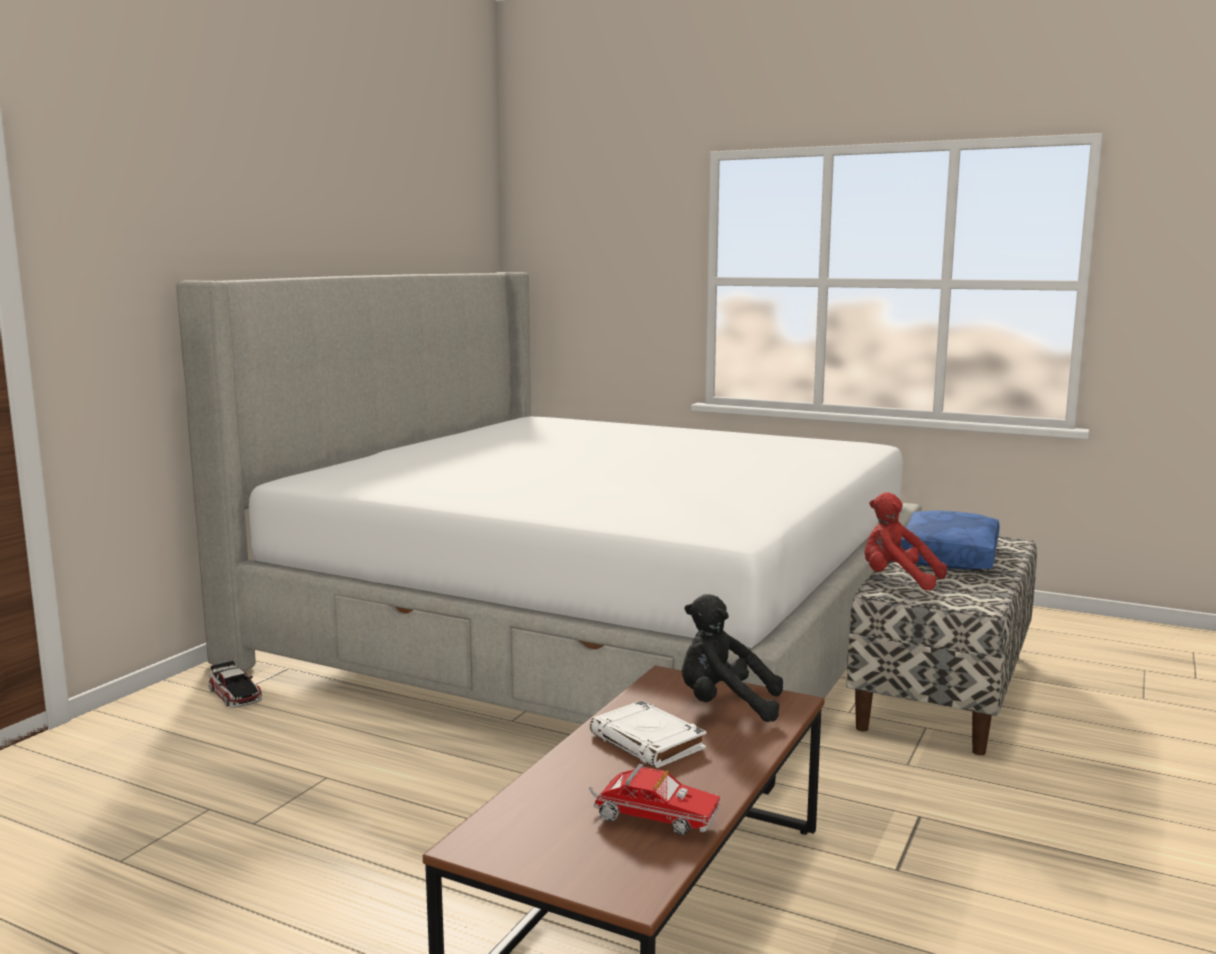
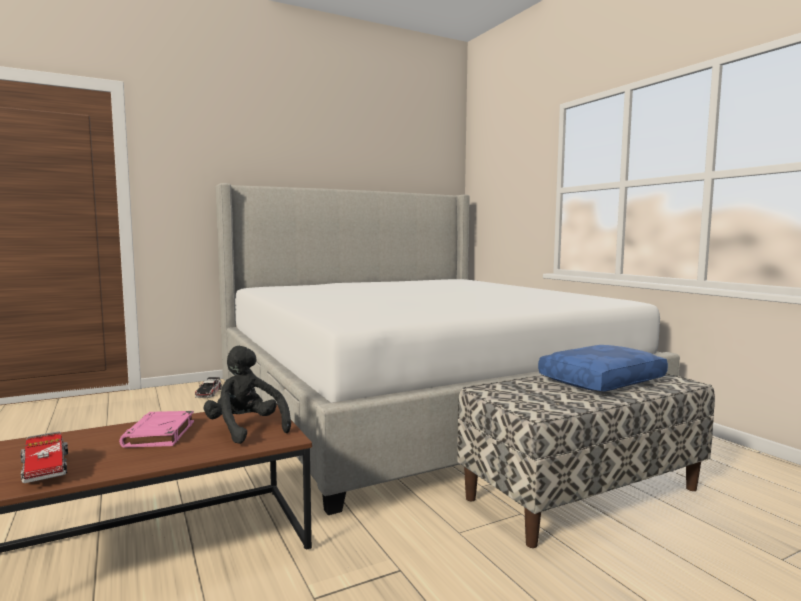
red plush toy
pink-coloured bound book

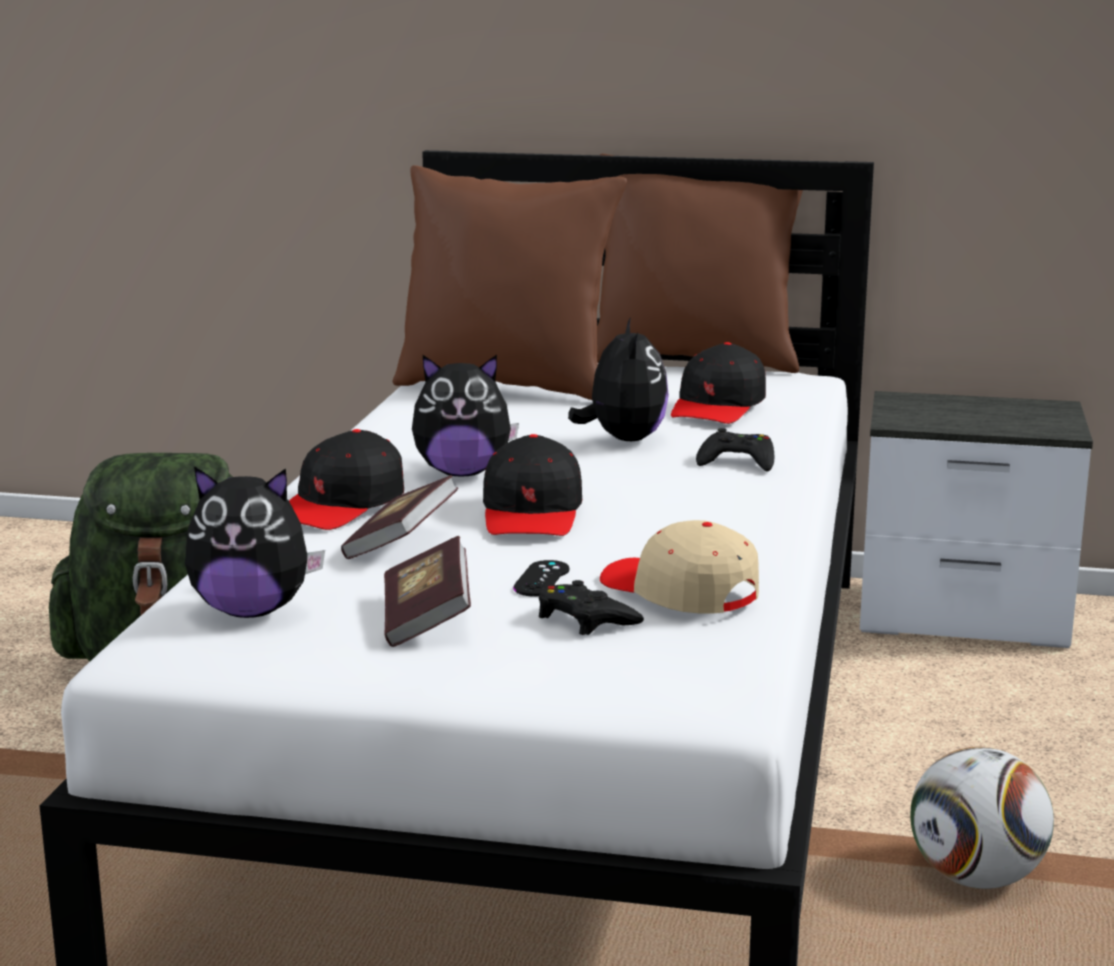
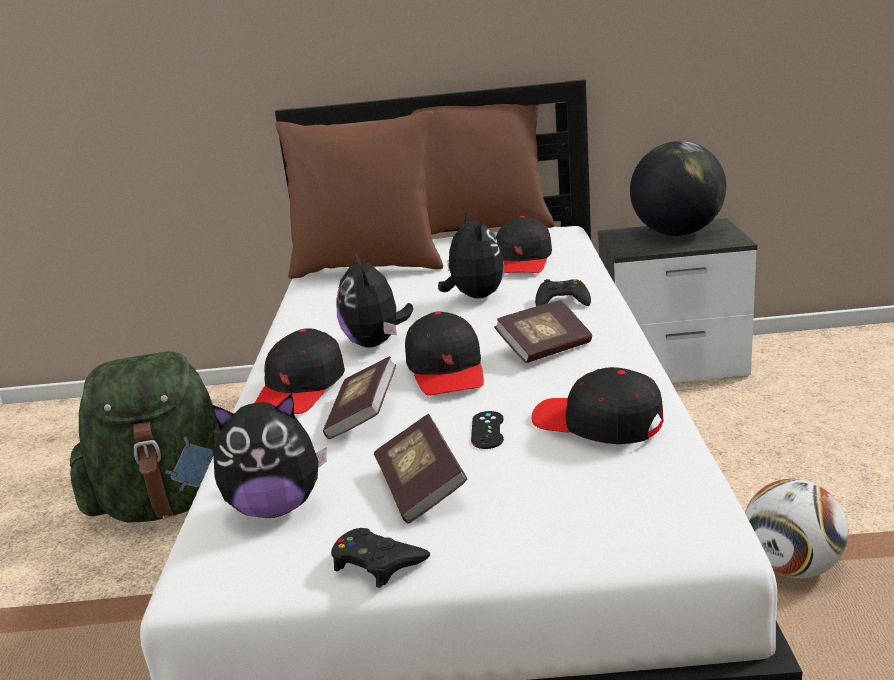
plush toy (no. 2 from left)
blackish baseball cap (no. 4 from left)
blackish game controller (no. 1 from left)
desk globe
bound book (no. 3 from left)

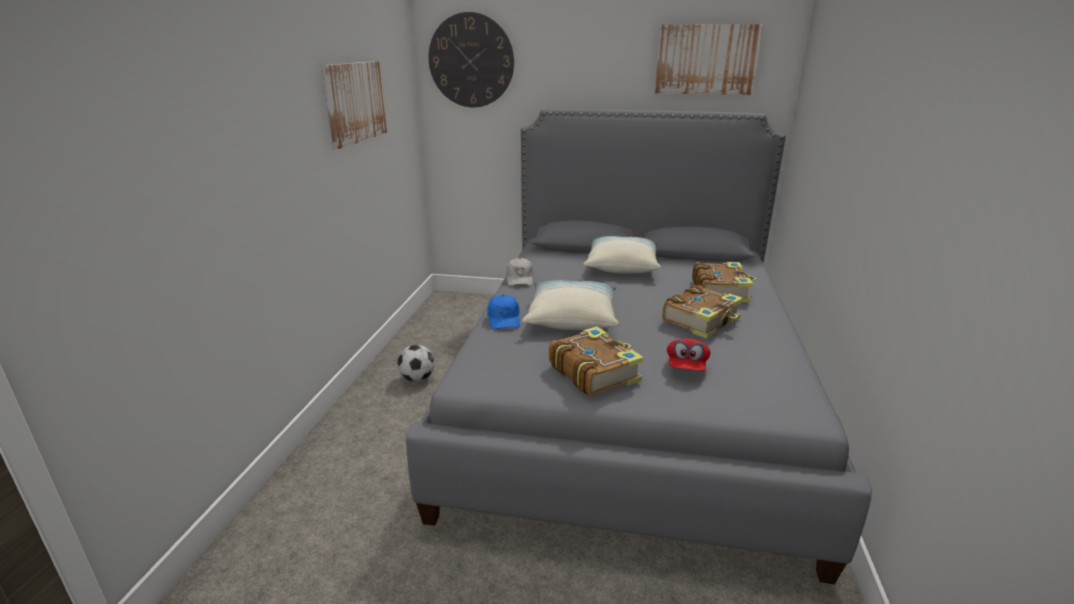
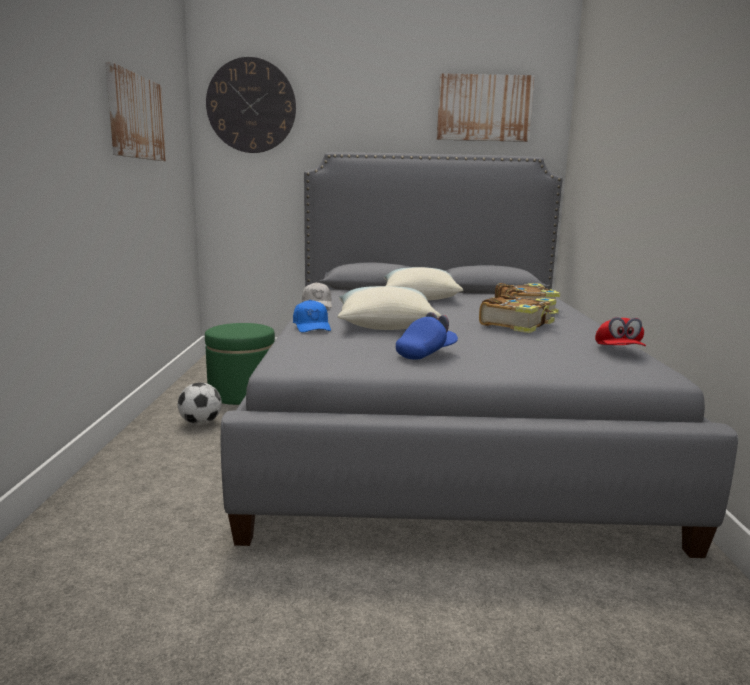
bluish baseball cap (no. 2 from left)
red baseball cap
greenish footrest

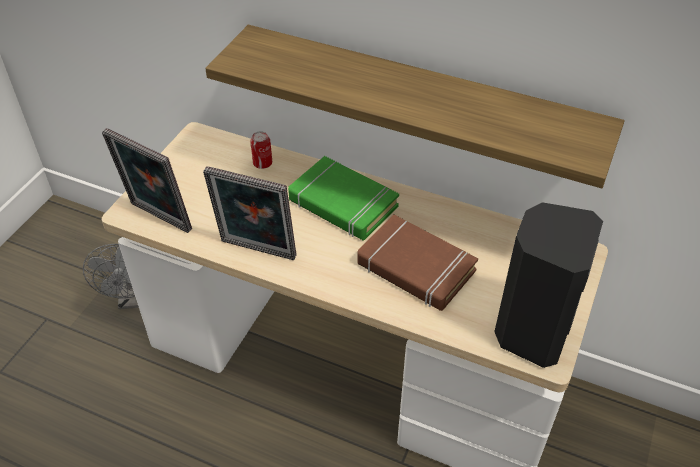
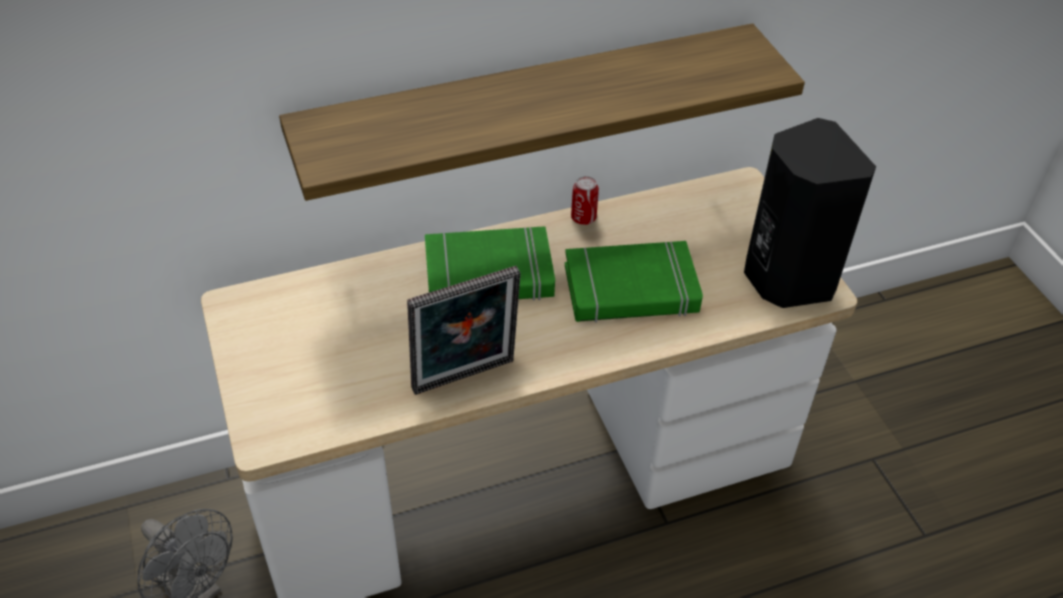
standing frame (no. 1 from left in the first image)
can
greenish bound book (no. 2 from left)

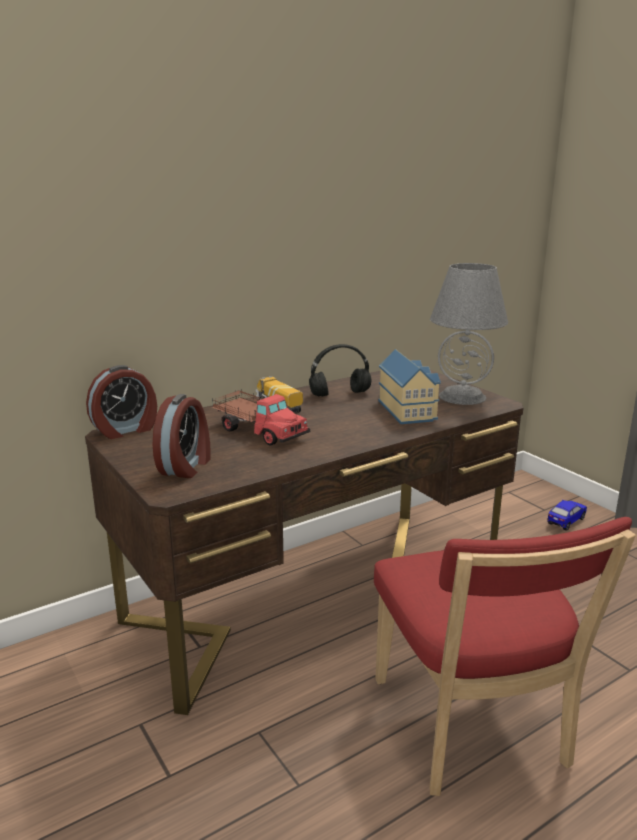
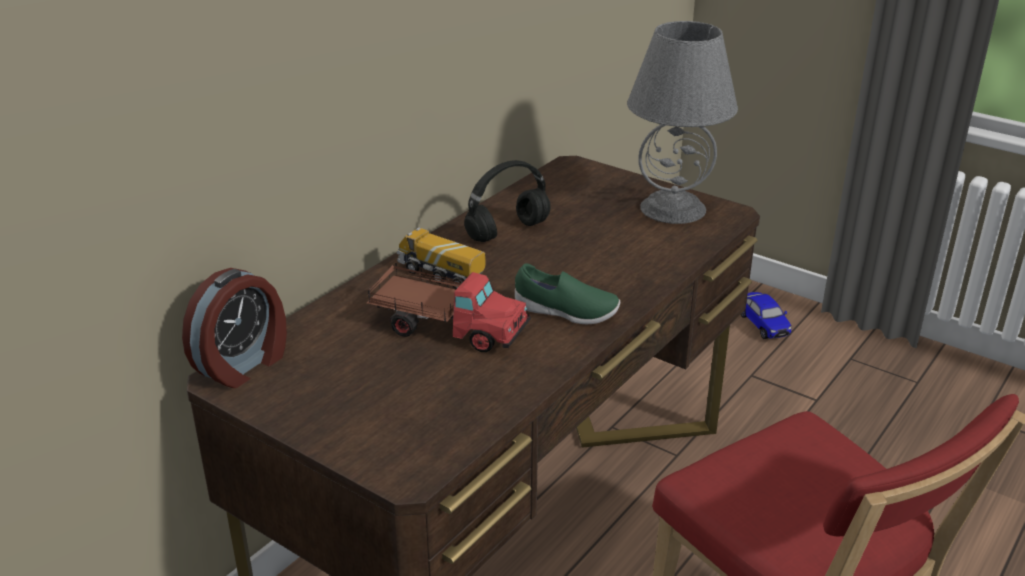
toy house
alarm clock (no. 2 from left in the first image)
toy car
greenish low shoe

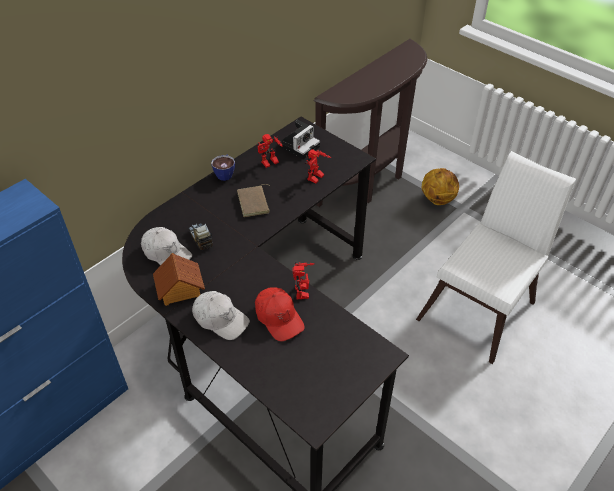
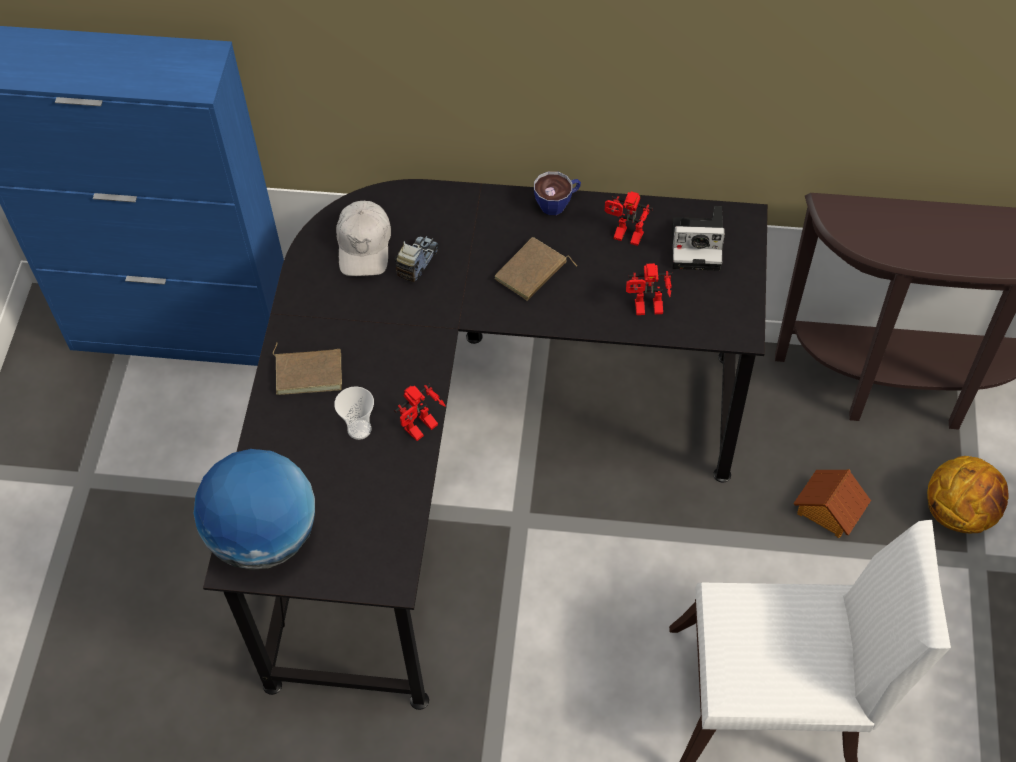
toy house
small cup (no. 1 from left)
brown-coloured bound book (no. 1 from left)
desk globe

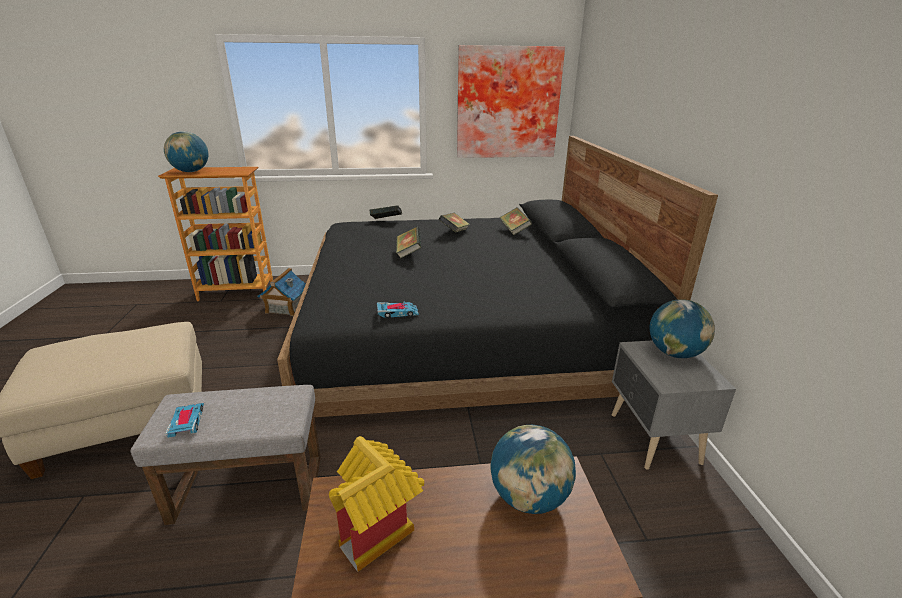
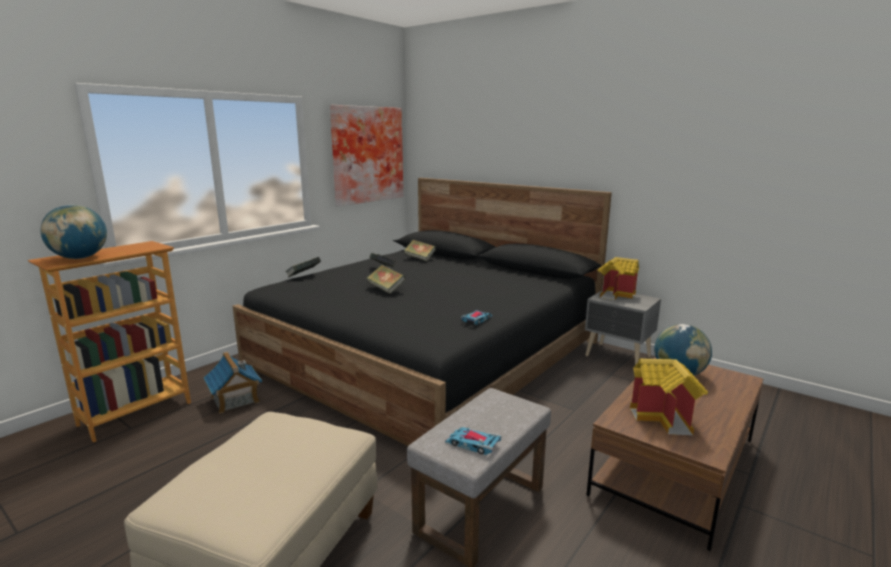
toy house (no. 2 from left)

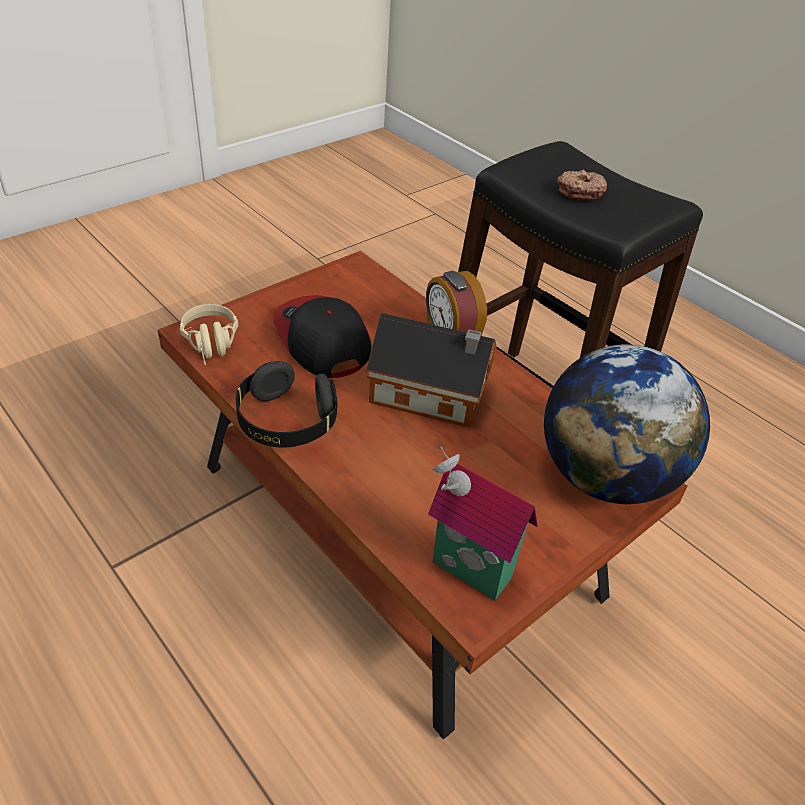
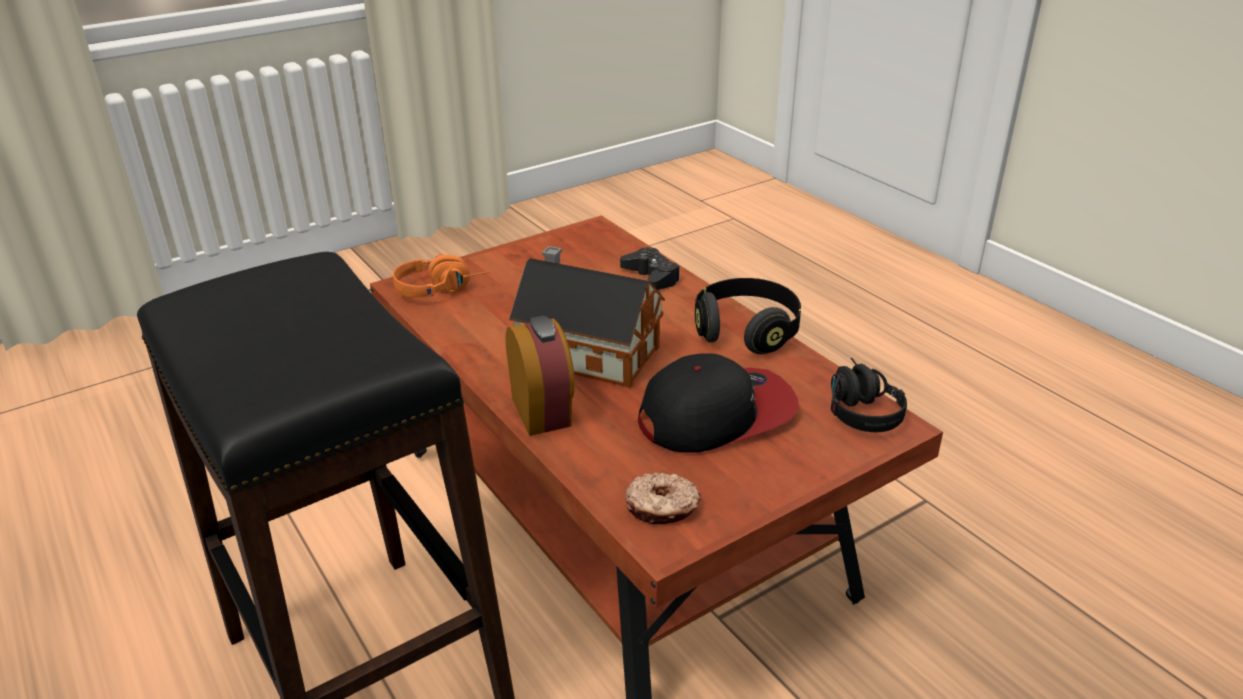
doughnut
baseball cap
blackish pair of headphones (no. 2 from left)
orange pair of headphones
toy house (no. 2 from left in the first image)
blackish game controller

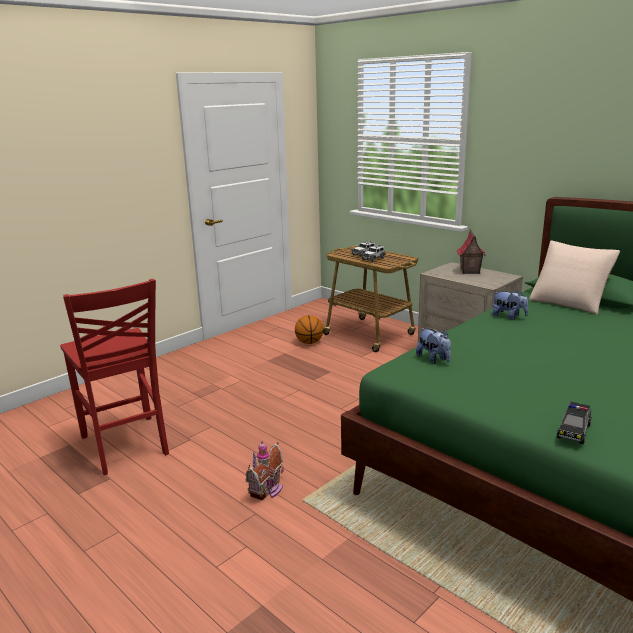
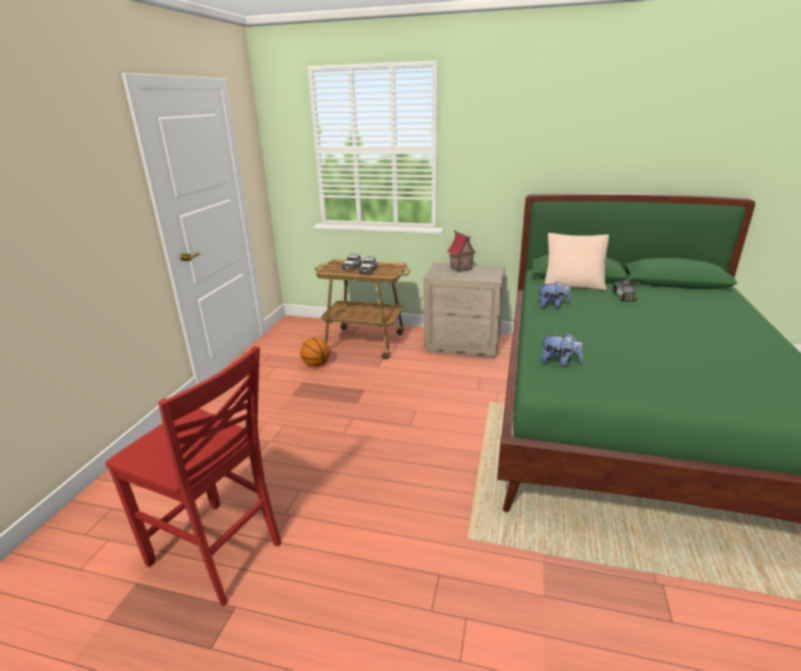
toy car (no. 3 from left)
toy house (no. 1 from left in the first image)

